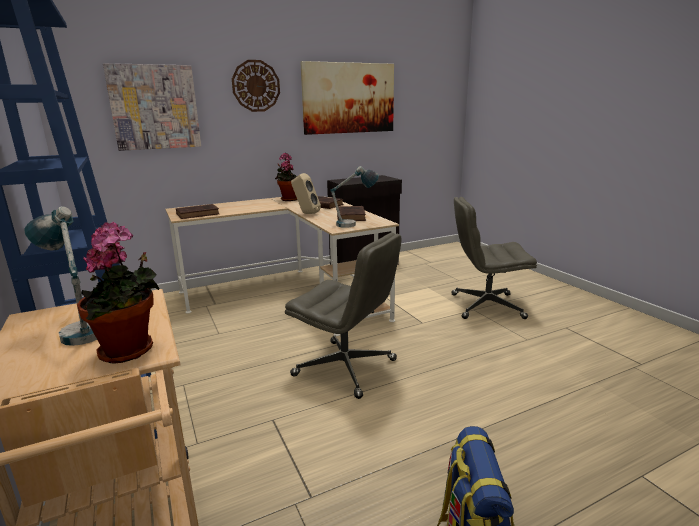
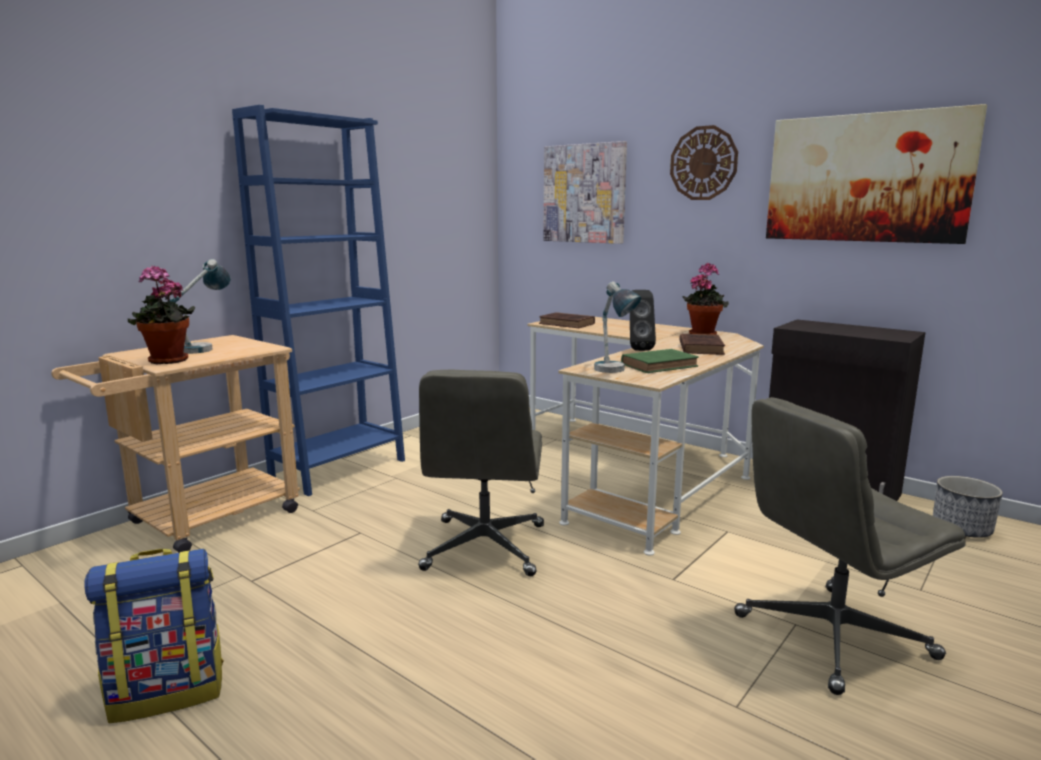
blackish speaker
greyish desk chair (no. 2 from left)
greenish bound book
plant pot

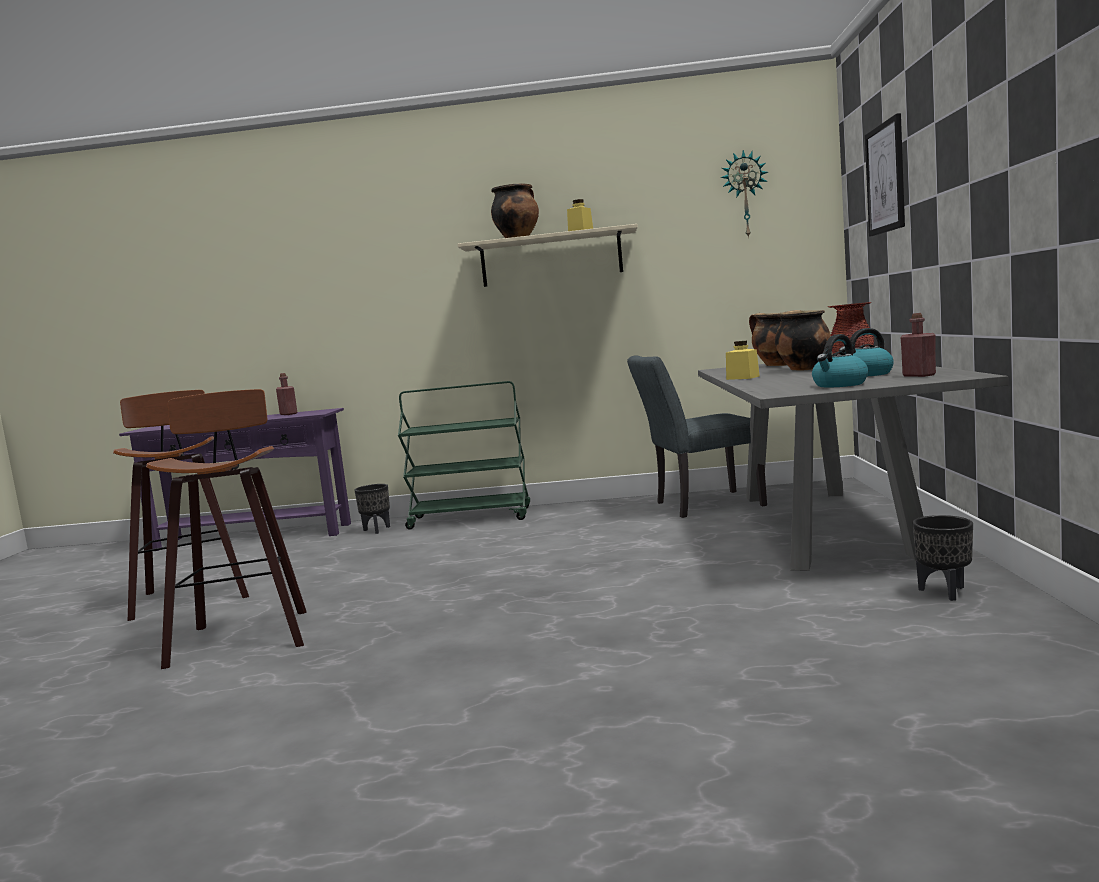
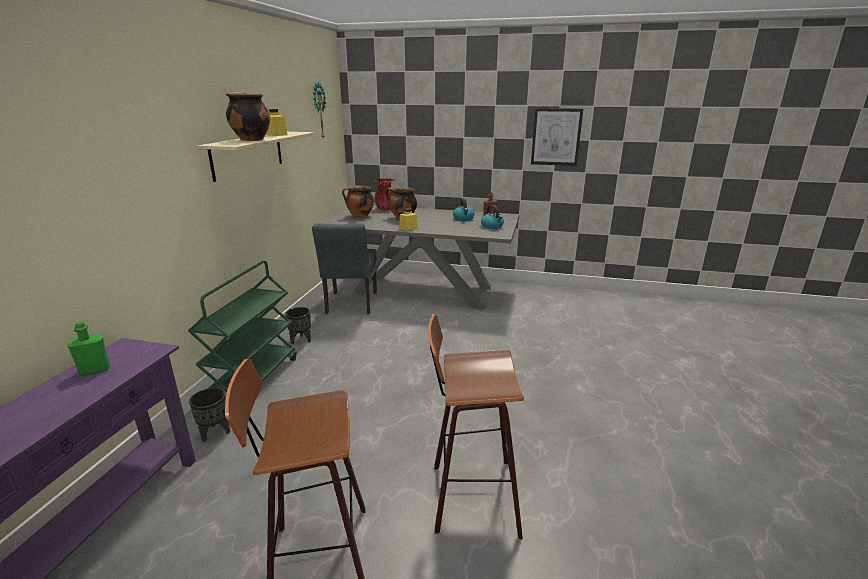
wall art
greenish beverage bottle
blackish plant pot (no. 2 from left)

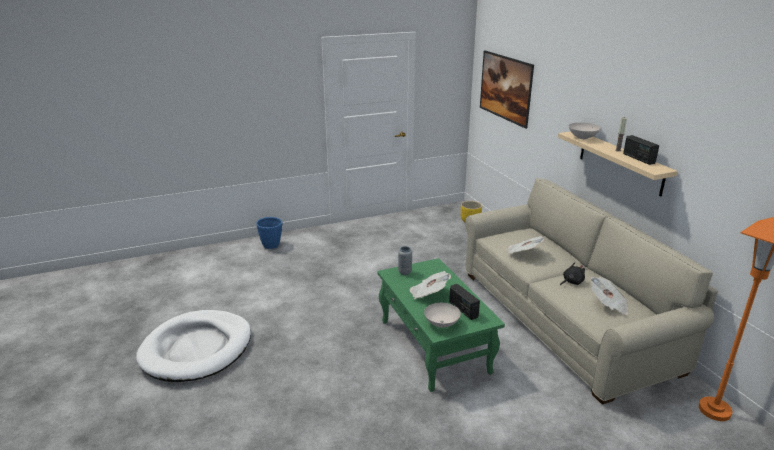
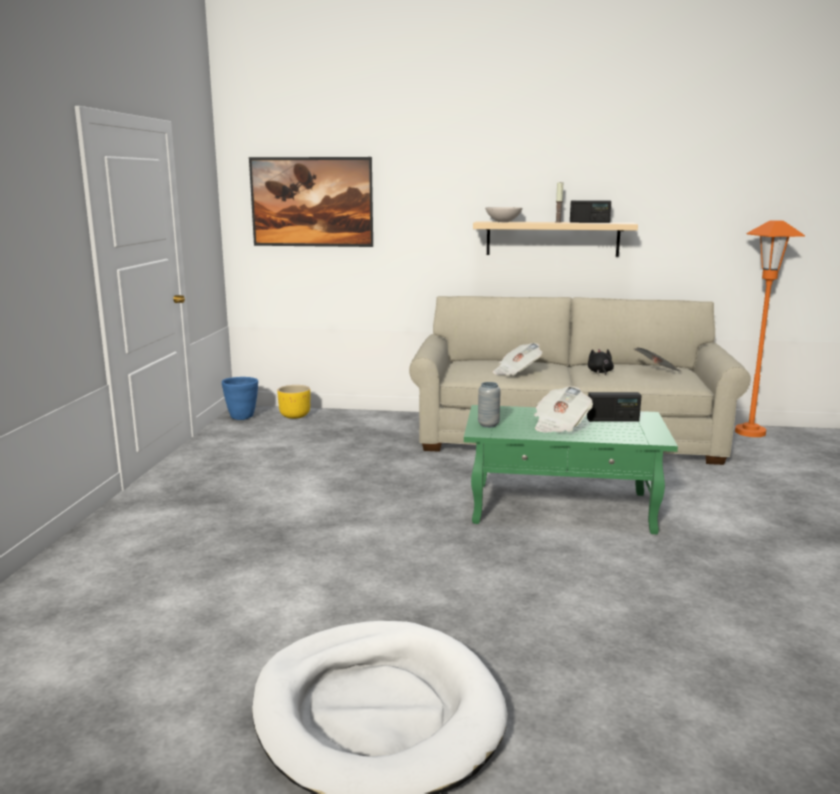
bluish plant pot
white-coloured bowl (no. 1 from left in the first image)

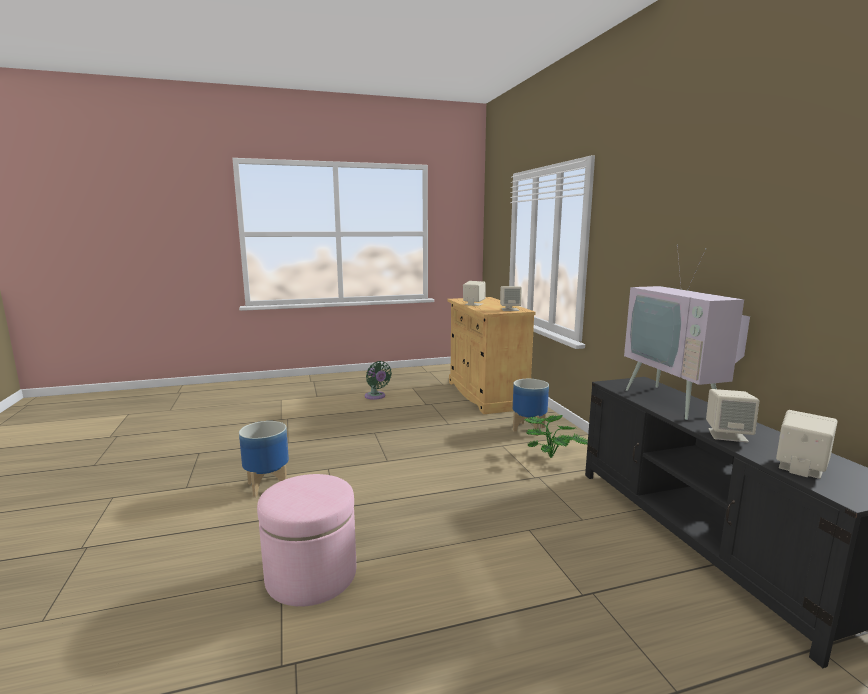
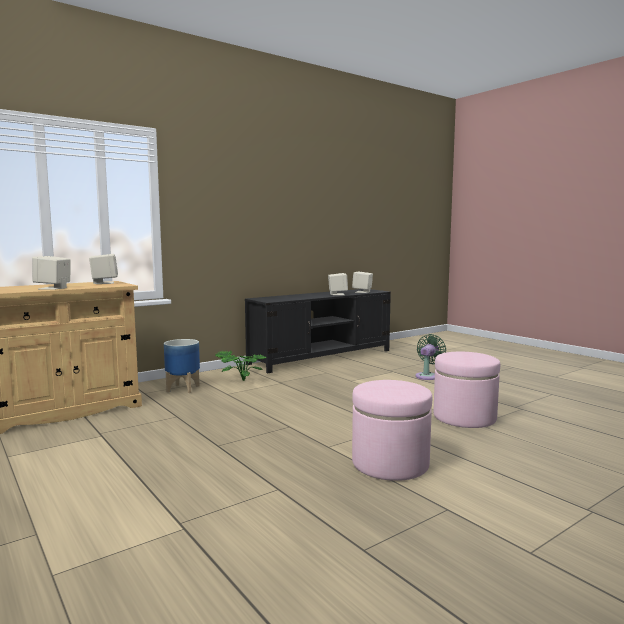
TV set
greenish cooling fan
pink-coloured footrest (no. 1 from left)

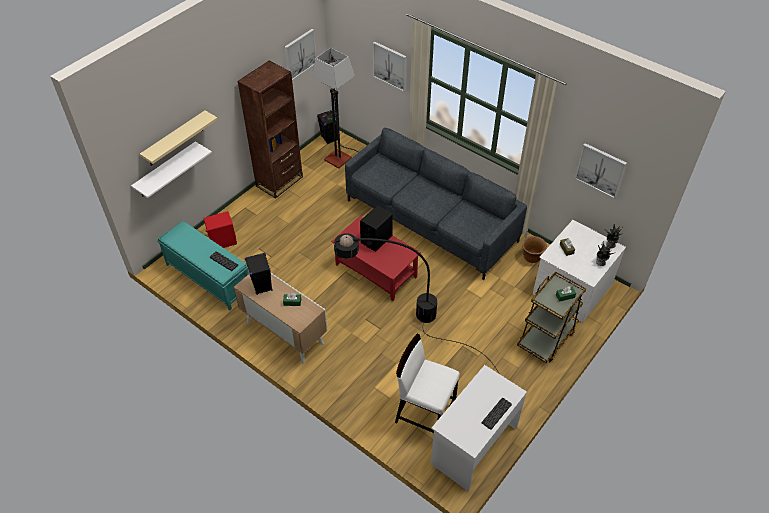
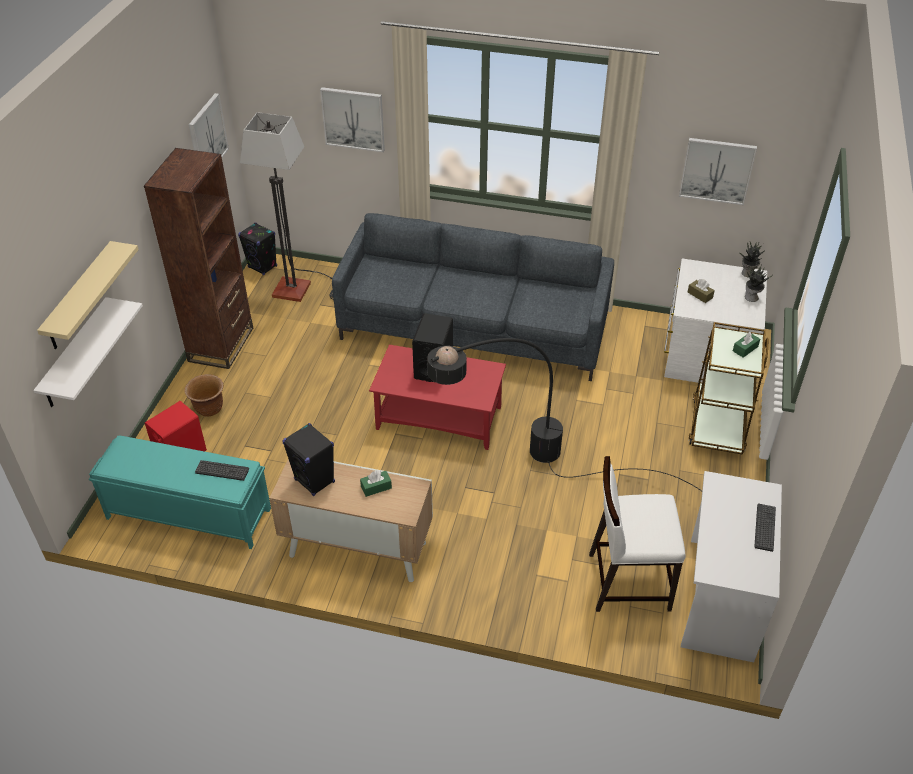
brown-coloured plant pot

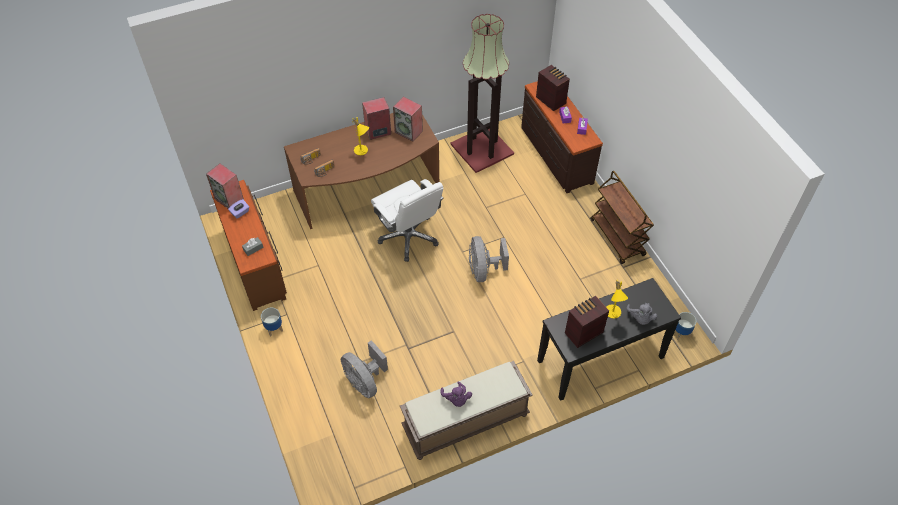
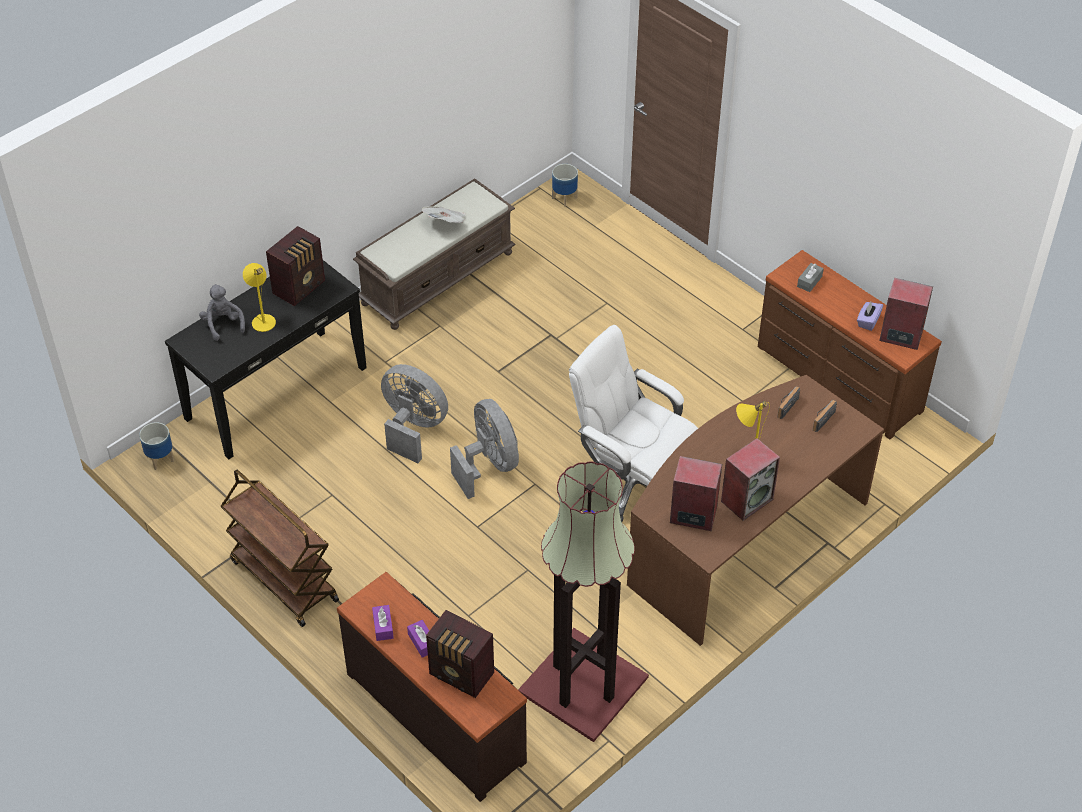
plant pot (no. 2 from left)
greyish cooling fan (no. 1 from left)
daily paper

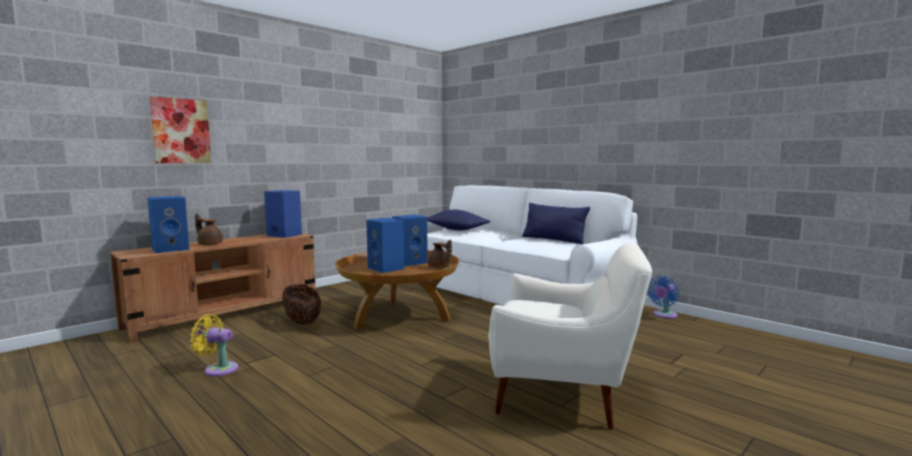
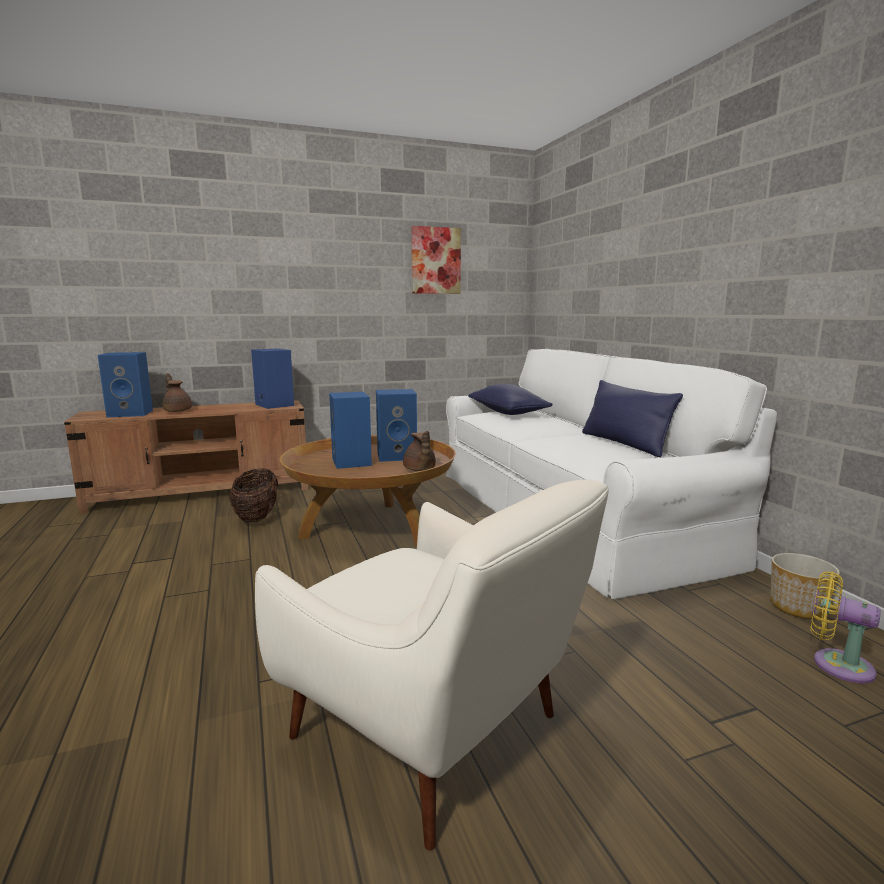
wall art
plant pot
yellowish cooling fan

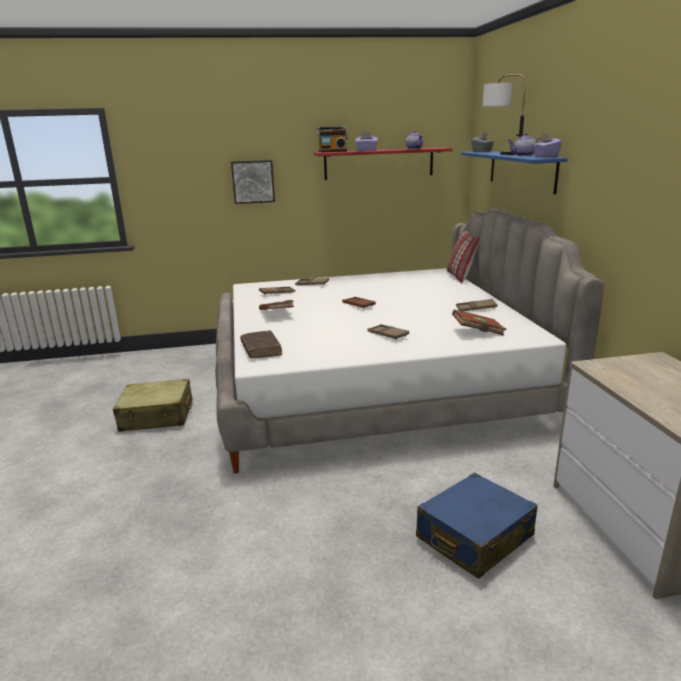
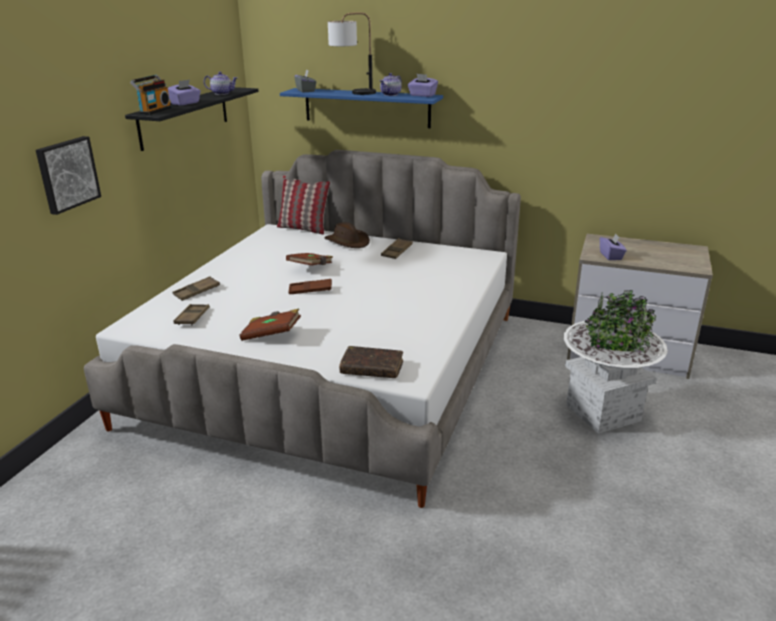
blackish shelf
brown-coloured bound book (no. 2 from left)
brown-coloured tray (no. 4 from left in the first image)
sand-coloured suitcase
white-coloured plant pot
brown-coloured wearable hat
purplish tissue box (no. 3 from left)

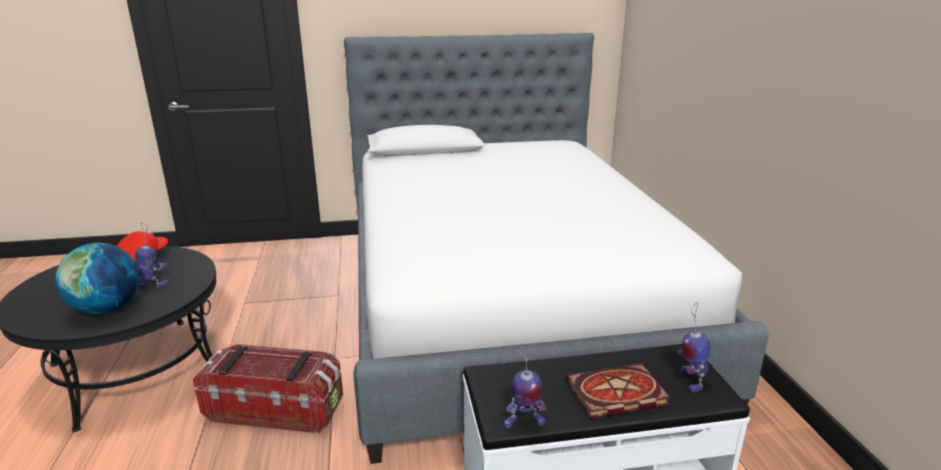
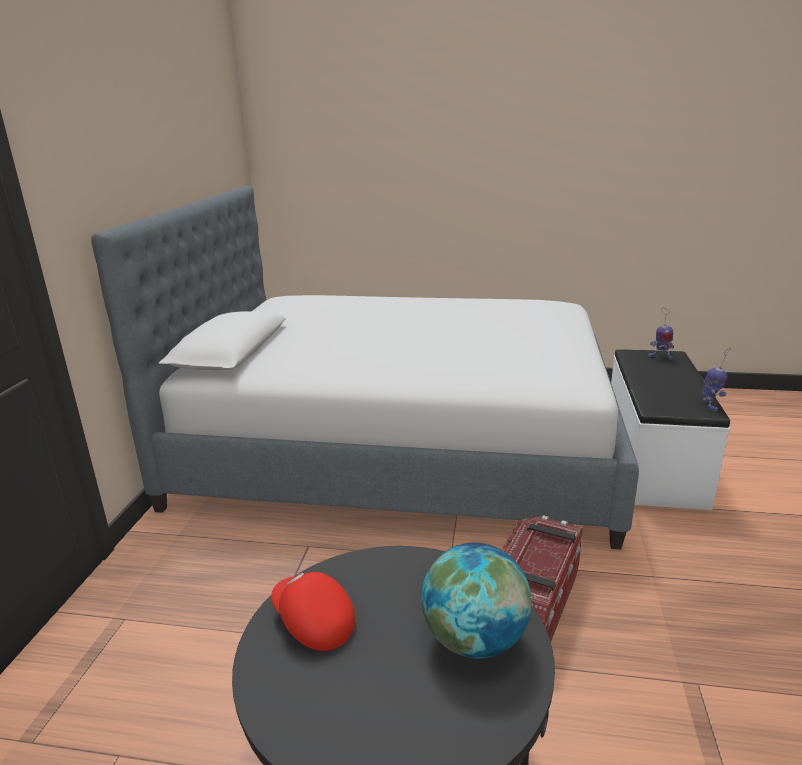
model robot (no. 1 from left in the first image)
bound book

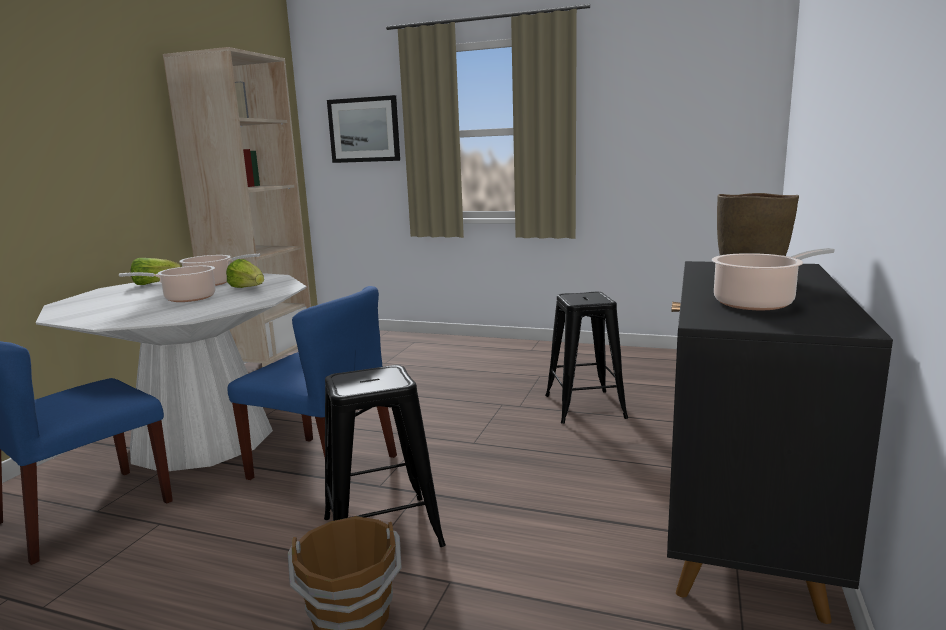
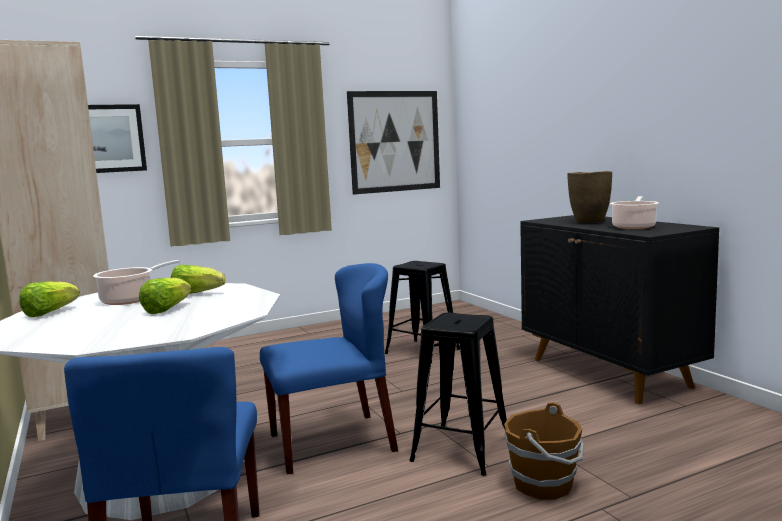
head of lettuce (no. 2 from left)
wall art (no. 2 from left)

